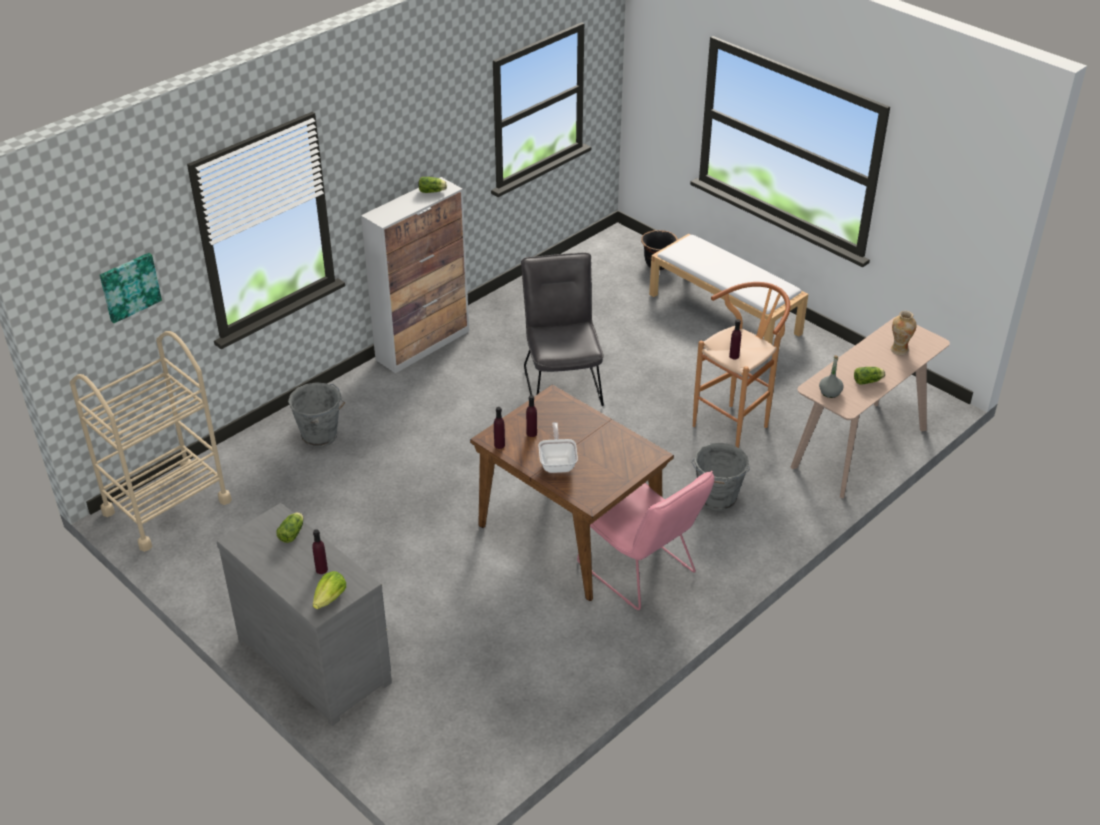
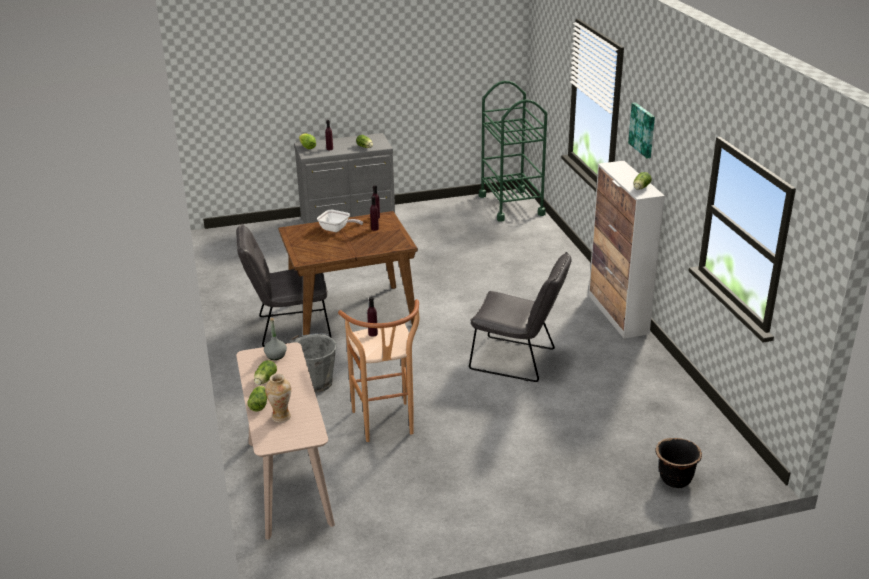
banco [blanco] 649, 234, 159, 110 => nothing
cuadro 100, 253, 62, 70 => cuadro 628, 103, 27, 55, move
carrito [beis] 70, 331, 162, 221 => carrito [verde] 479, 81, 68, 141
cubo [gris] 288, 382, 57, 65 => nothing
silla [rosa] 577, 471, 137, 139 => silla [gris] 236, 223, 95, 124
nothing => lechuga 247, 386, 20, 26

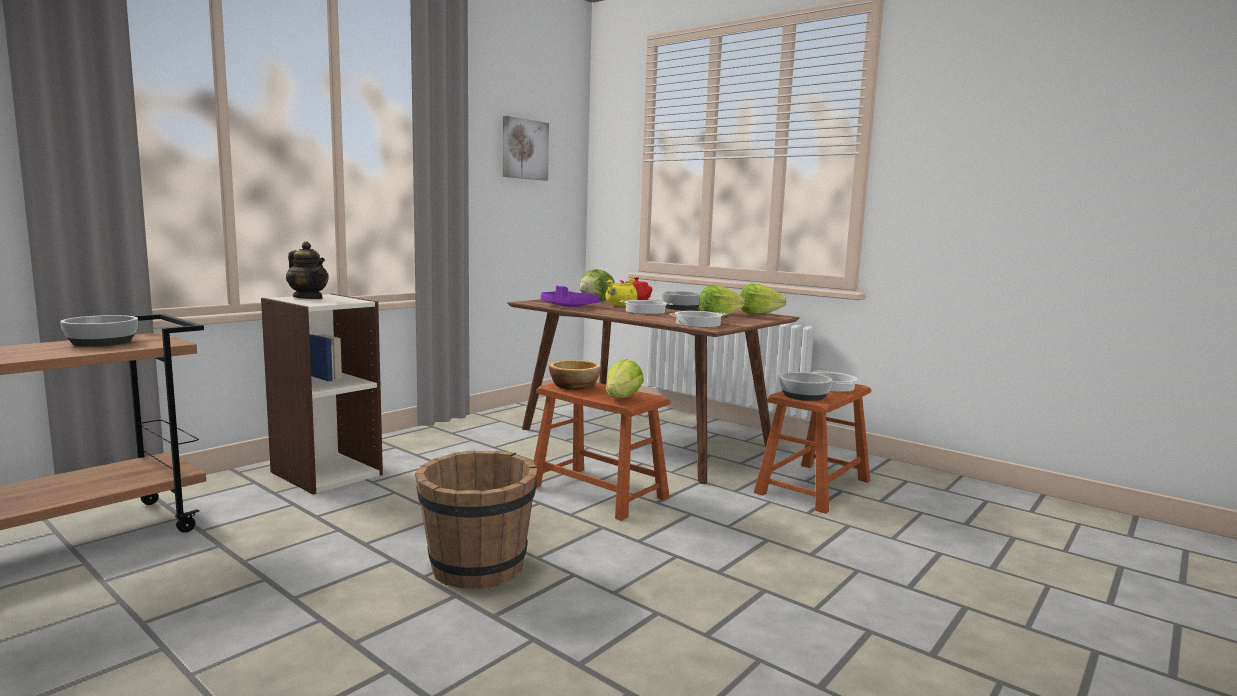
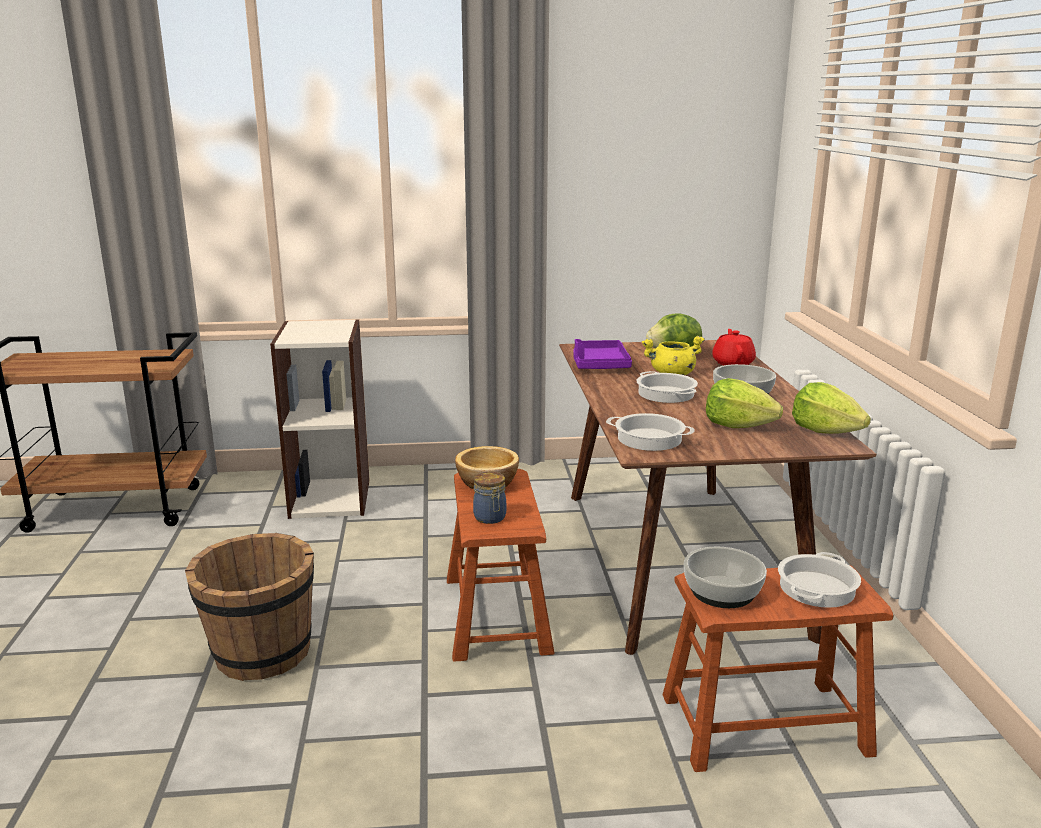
cuadro 503, 116, 46, 65 => nothing
tetera 286, 241, 43, 58 => nothing
cuenco 60, 315, 78, 32 => nothing
lechuga 606, 359, 38, 39 => tarro 473, 472, 33, 52

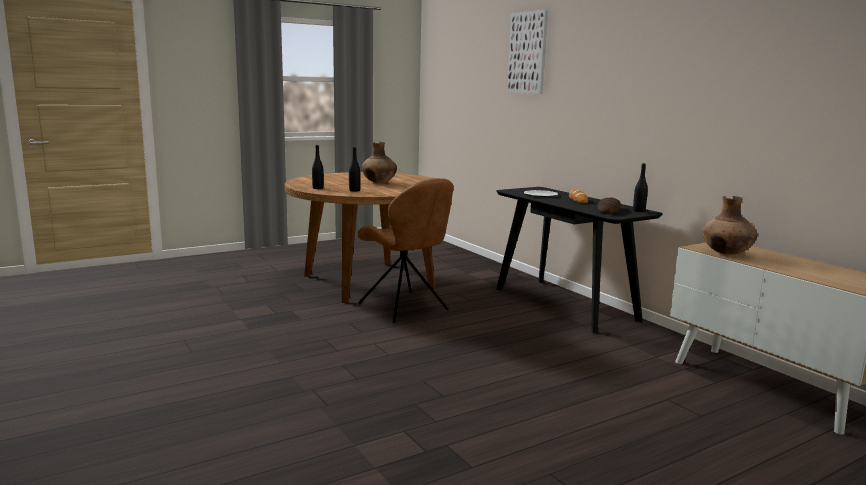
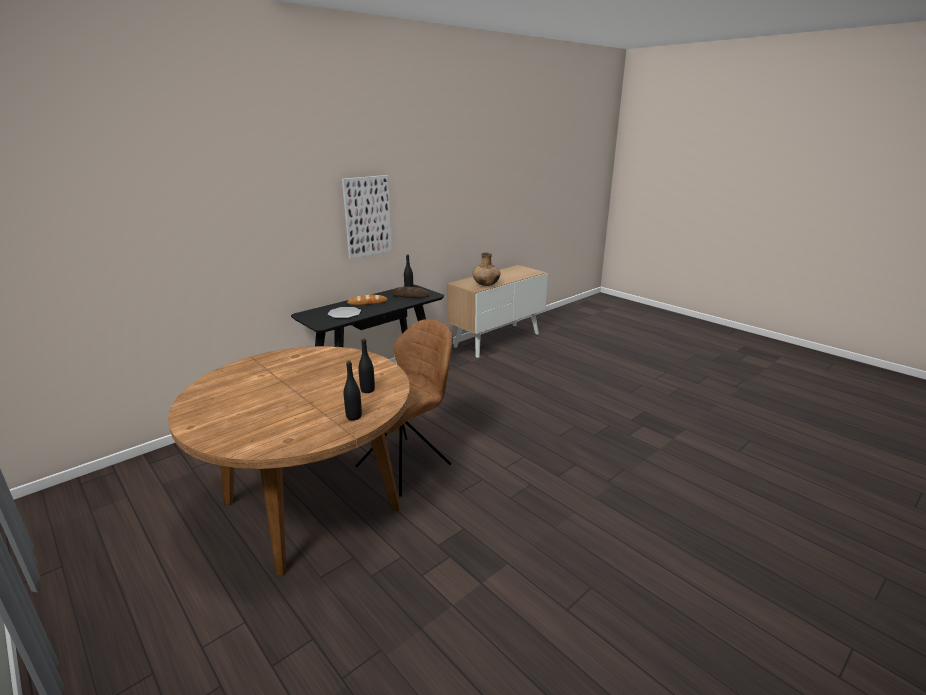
cuadro 507, 10, 41, 84 => cuadro 342, 175, 50, 84, move
florero [marrón] 362, 142, 35, 41 => nothing

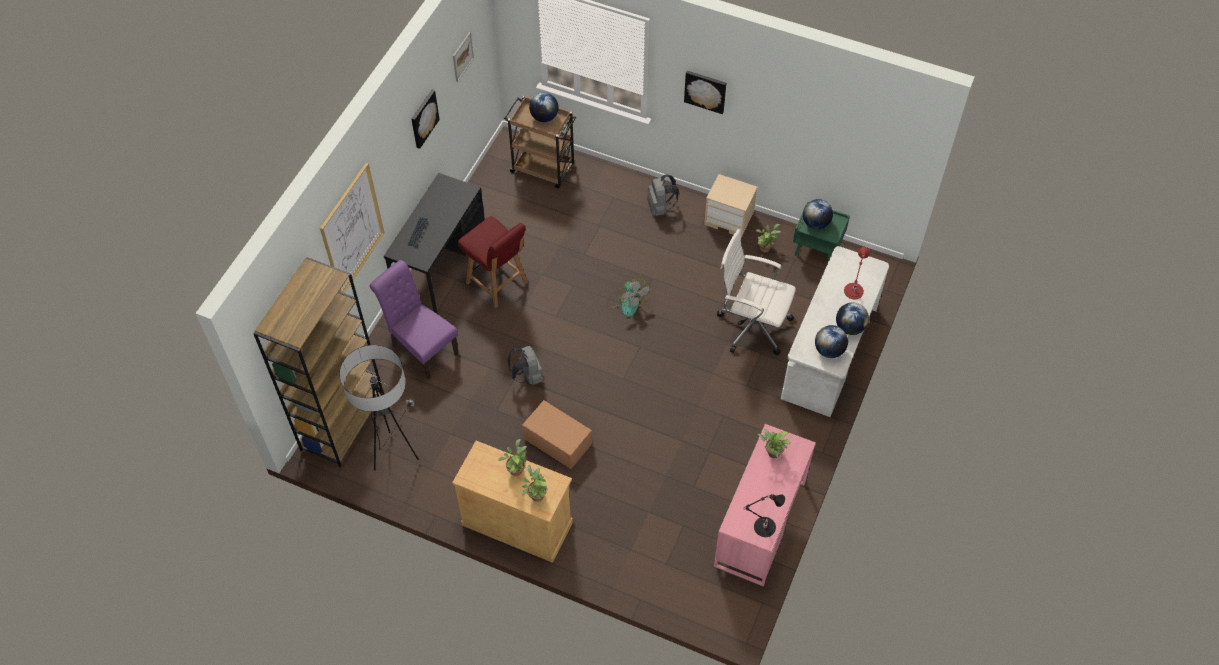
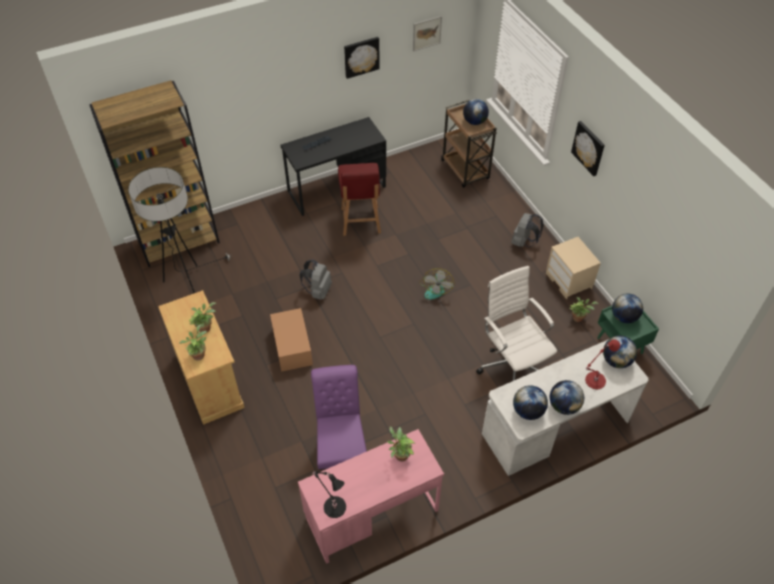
cuadro 320, 163, 64, 130 => nothing
silla [morado] 370, 260, 89, 120 => silla [morado] 311, 365, 56, 106, move
nothing => globo terráqueo 603, 336, 34, 32

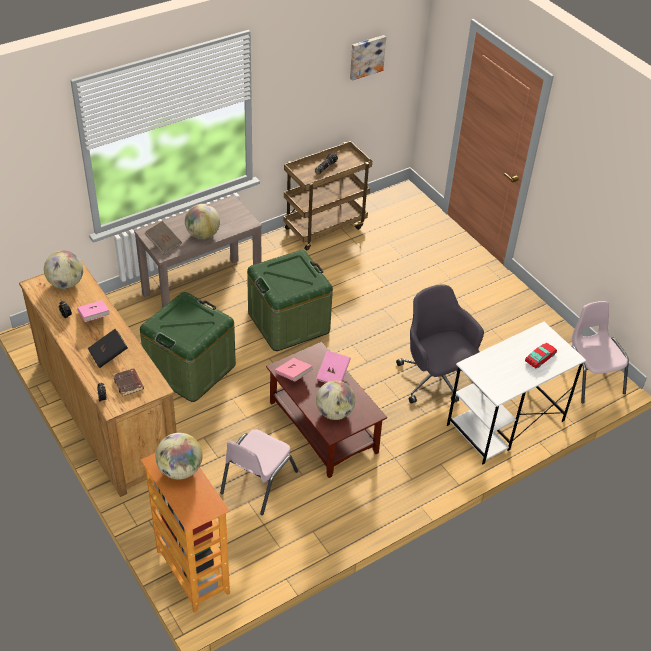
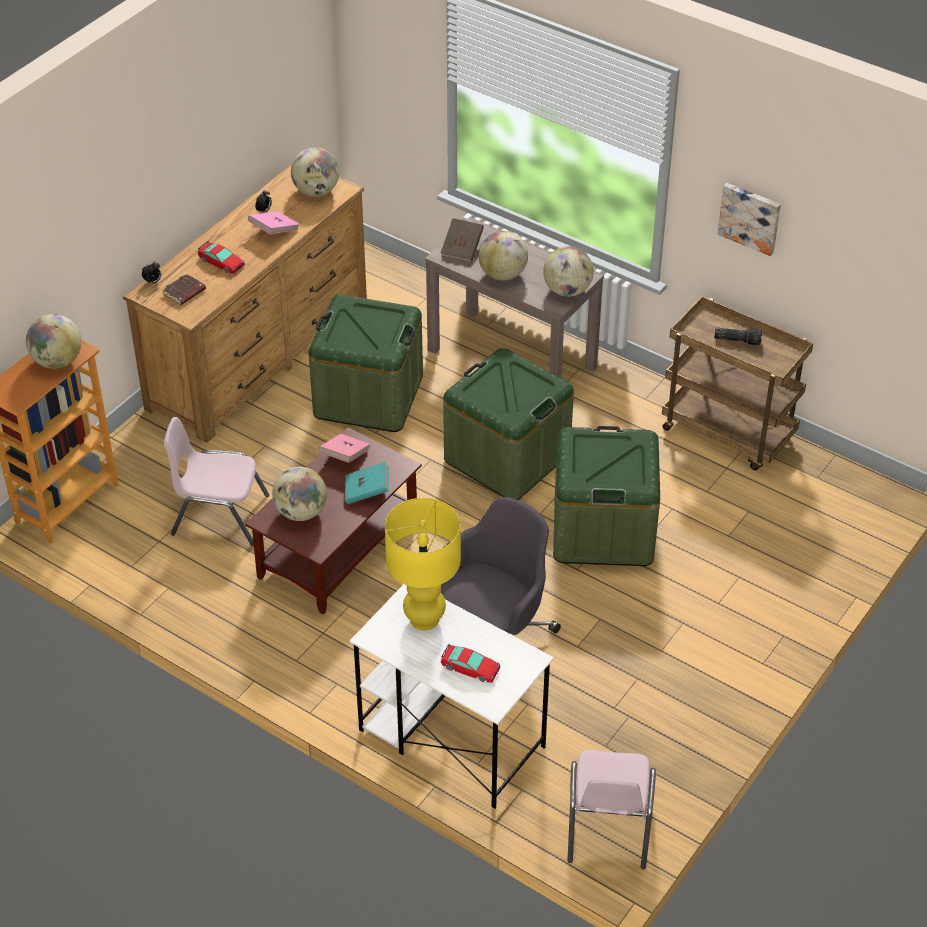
cuadro 350, 35, 36, 46 => cuadro 717, 183, 64, 73, move
silla [rosa] 572, 301, 57, 102 => silla [rosa] 567, 750, 89, 119, 135 degrees clockwise
libro [negro] 88, 329, 40, 39 => coche de juguete 198, 241, 47, 33
libro [rosa] 316, 350, 35, 33 => libro [turquesa] 345, 462, 44, 42
nothing => globo terráqueo 543, 246, 51, 51
nothing => caja de almacenaje [verde] 553, 426, 107, 140
nothing => lámpara de mesa [amarillo] 385, 498, 76, 133

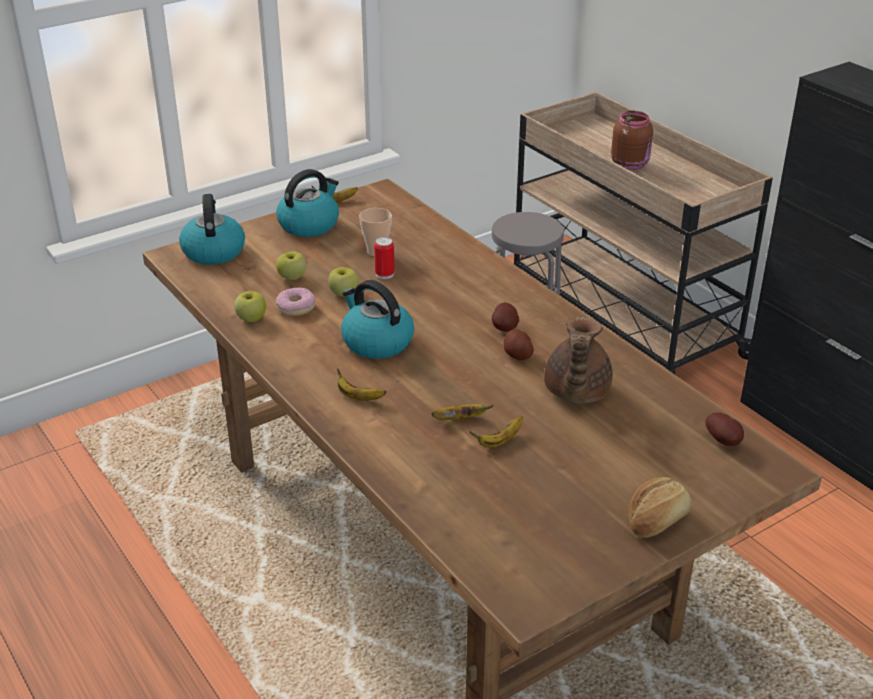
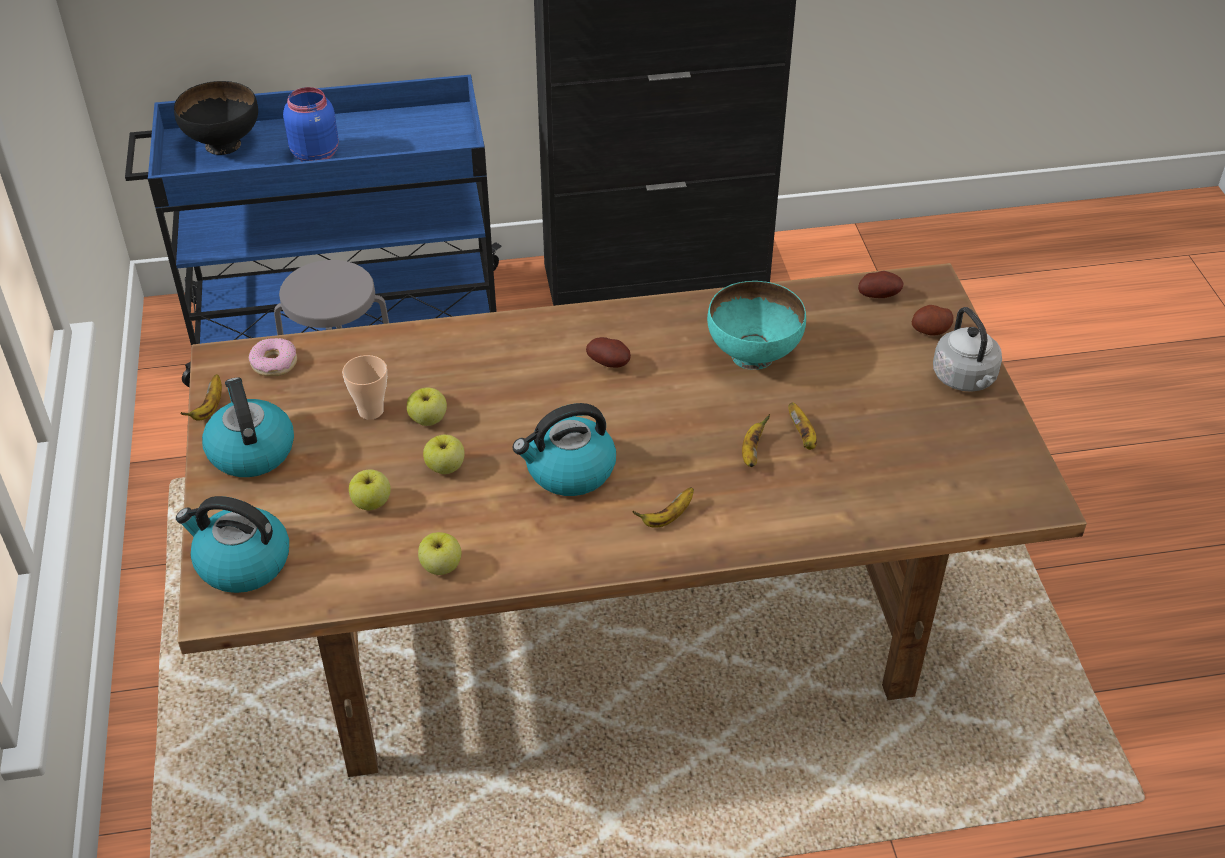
carrito [beis] 514, 92, 259, 283 => carrito [azul] 125, 75, 376, 312
tarro [marrón] 611, 111, 42, 59 => tarro [azul] 283, 87, 56, 74
lata 374, 237, 21, 42 => manzana 407, 387, 40, 39
rosquilla 276, 287, 40, 29 => rosquilla 249, 338, 48, 39, move
tetera [marrón] 544, 317, 69, 86 => cuenco [turquesa] 707, 281, 99, 89
patata 504, 330, 30, 30 => patata 912, 305, 42, 30, move
pan 628, 477, 64, 61 => hervidor [gris] 933, 307, 69, 85
nothing => cuenco [negro] 174, 81, 84, 74

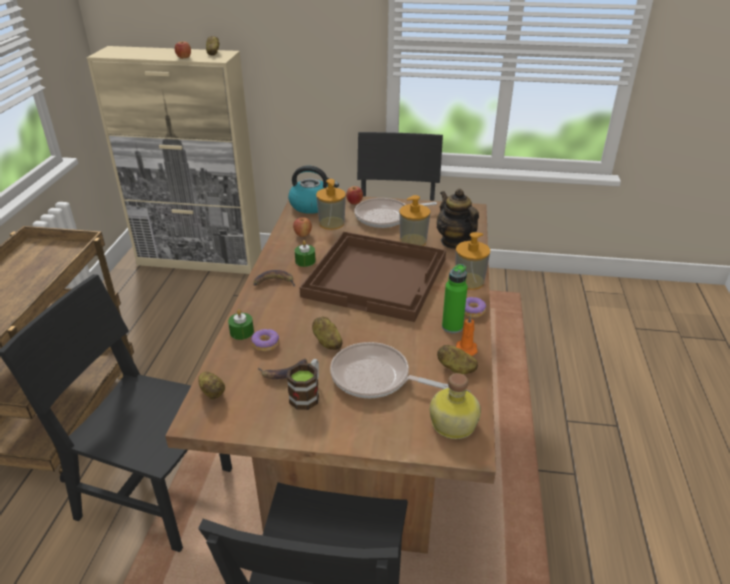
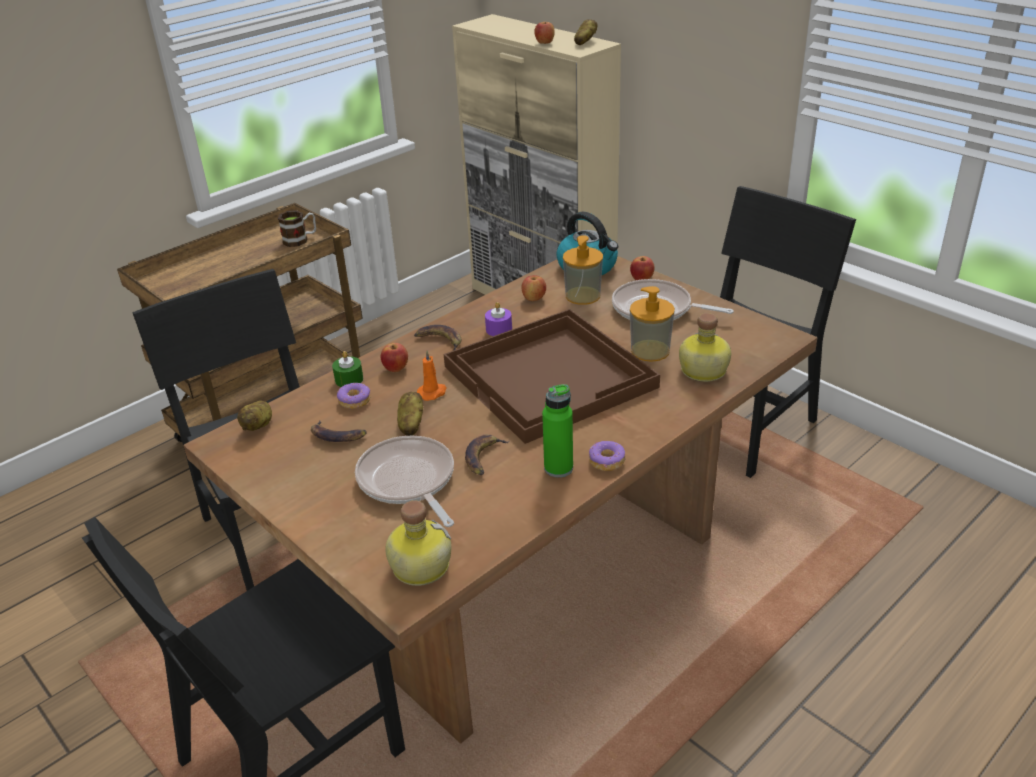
tetera 437, 188, 42, 61 => botella 679, 313, 52, 69
dispensador de jabón 455, 232, 35, 58 => nothing
vela [verde] 295, 240, 21, 27 => vela [morado] 485, 302, 27, 34
vela [naranja] 456, 314, 22, 42 => vela [naranja] 417, 350, 30, 51, move
patata 437, 345, 41, 29 => nothing
taza grande 287, 359, 32, 51 => taza grande 278, 210, 38, 37, move
nothing => manzana 381, 343, 27, 29
nothing => plátano 465, 434, 45, 41

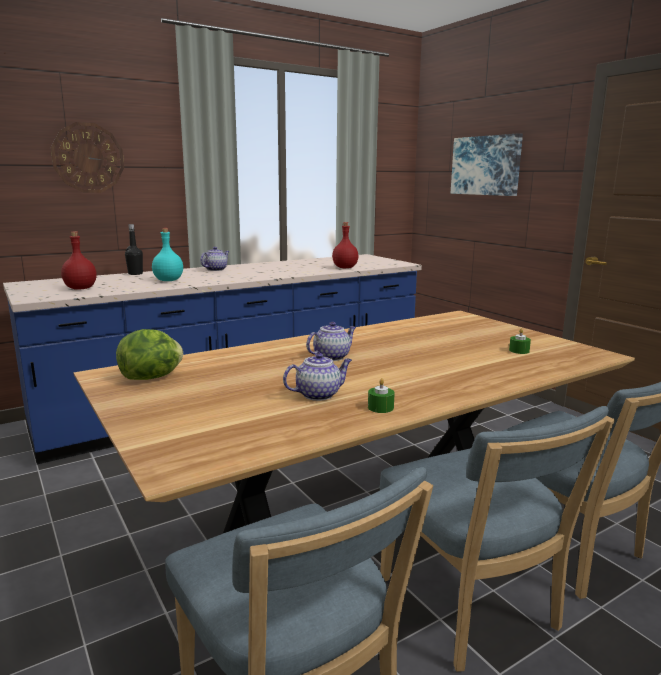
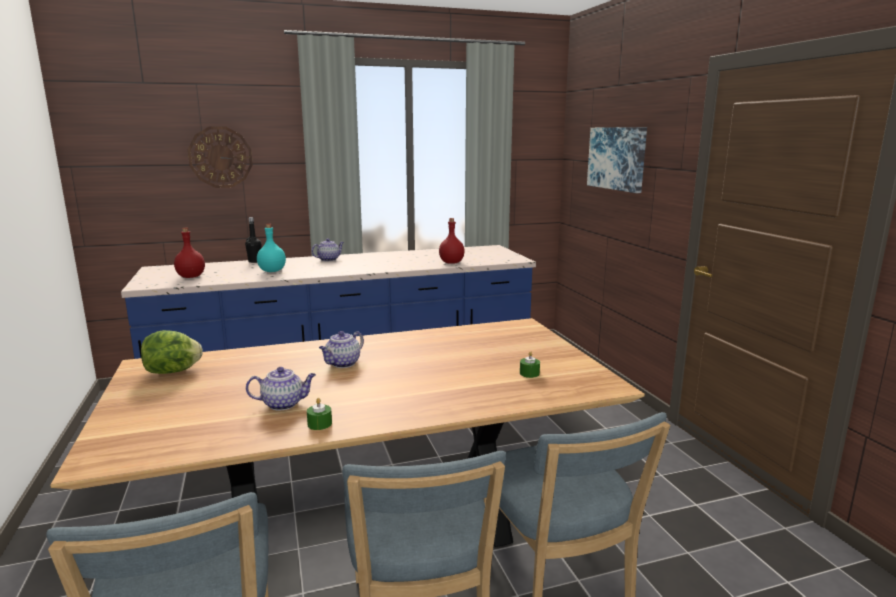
tetera 306, 322, 50, 39 => tetera 319, 331, 45, 37, 150 degrees clockwise

